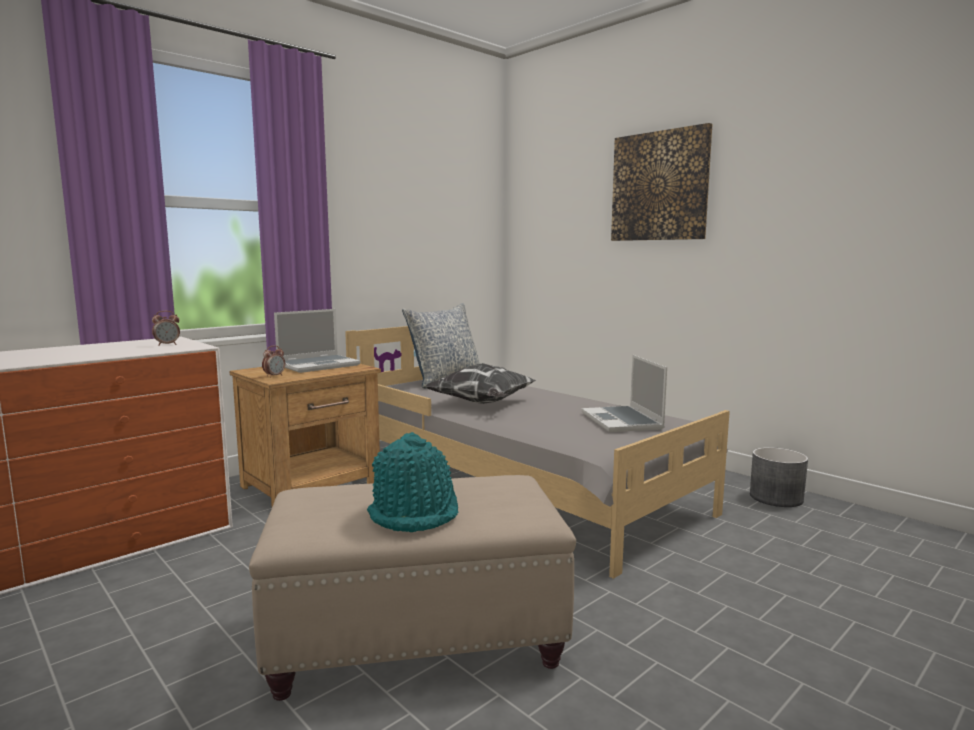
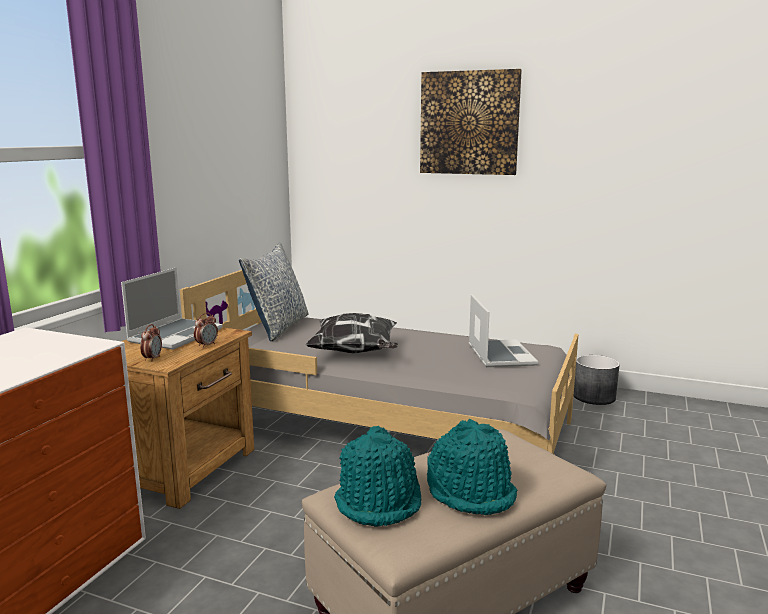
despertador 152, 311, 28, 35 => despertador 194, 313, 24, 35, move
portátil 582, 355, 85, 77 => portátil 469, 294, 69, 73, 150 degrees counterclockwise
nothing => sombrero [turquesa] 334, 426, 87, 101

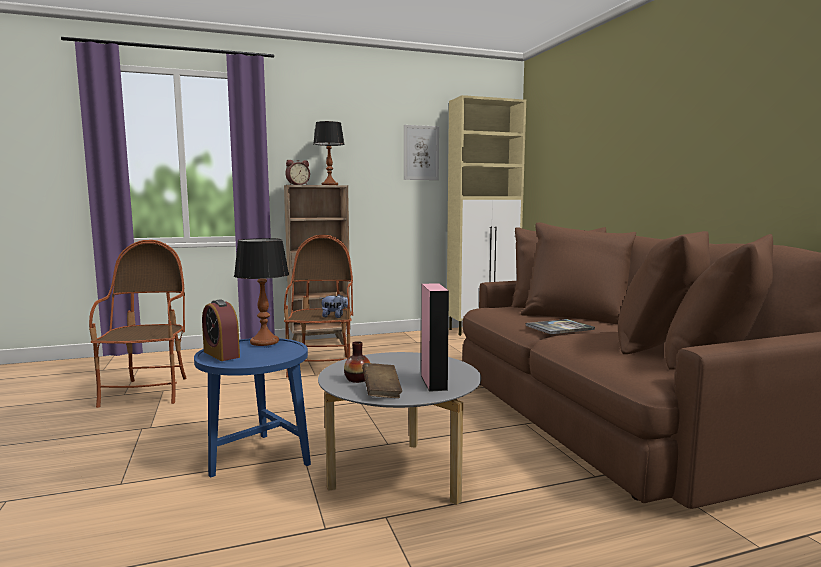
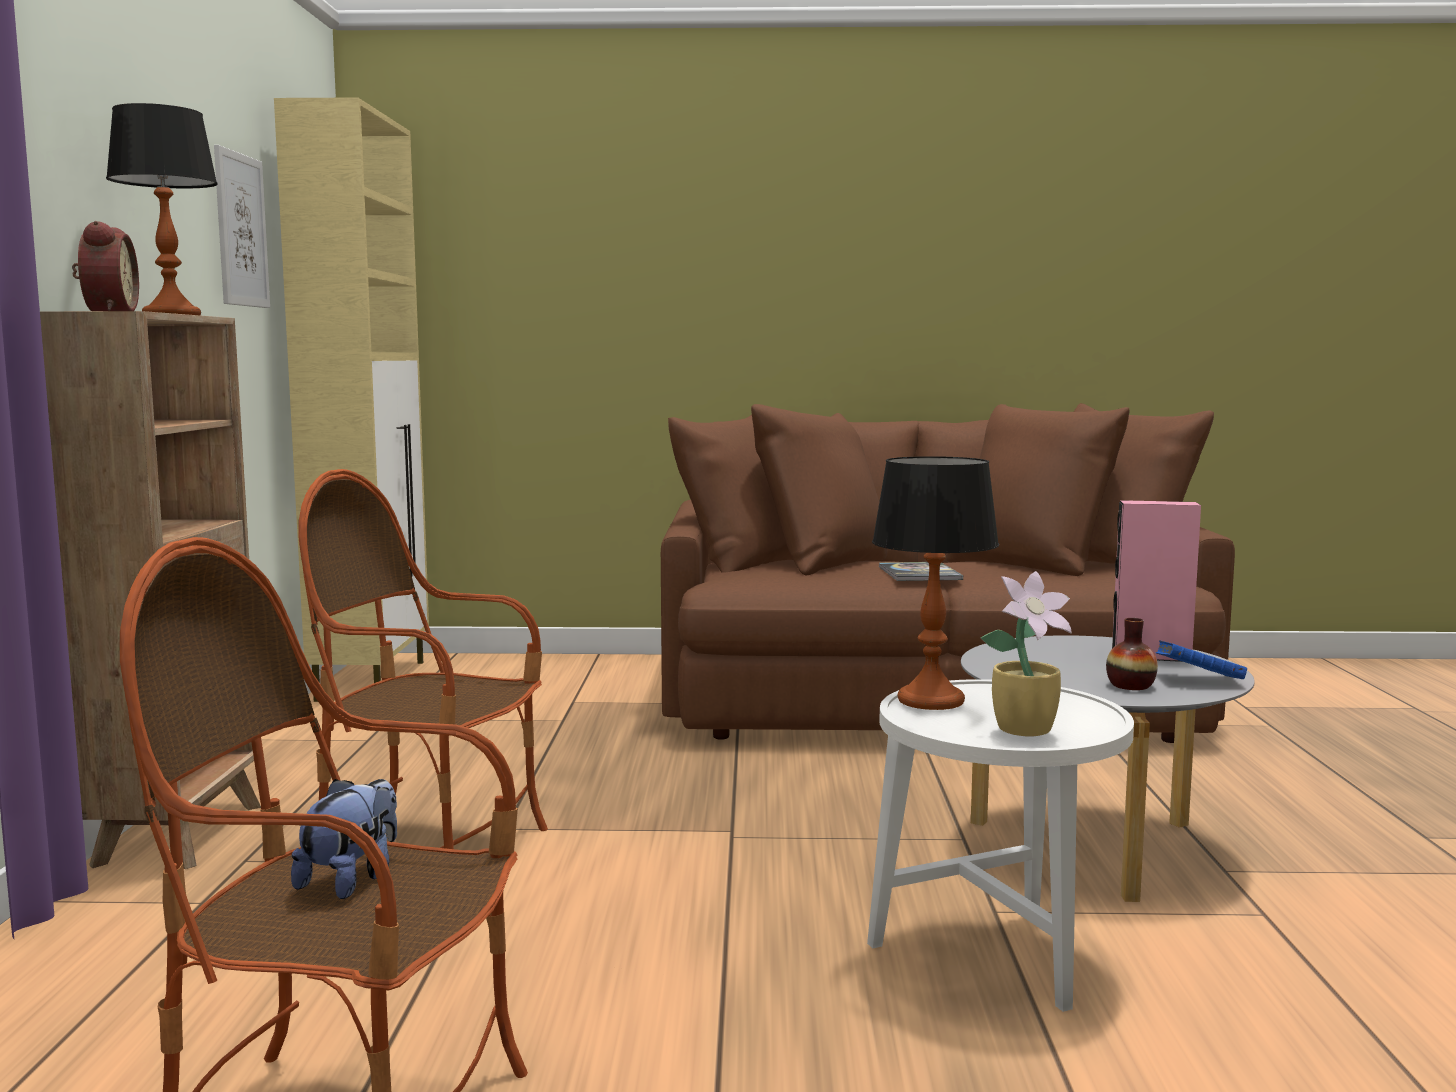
peluche 320, 294, 31, 24 => peluche 291, 779, 106, 120, move
despertador 202, 299, 38, 62 => planta en maceta 981, 571, 91, 165
mesa auxiliar [azul] 194, 338, 117, 140 => mesa auxiliar [blanco] 867, 679, 267, 333
libro [marrón] 362, 363, 40, 35 => libro [azul] 1156, 640, 91, 39

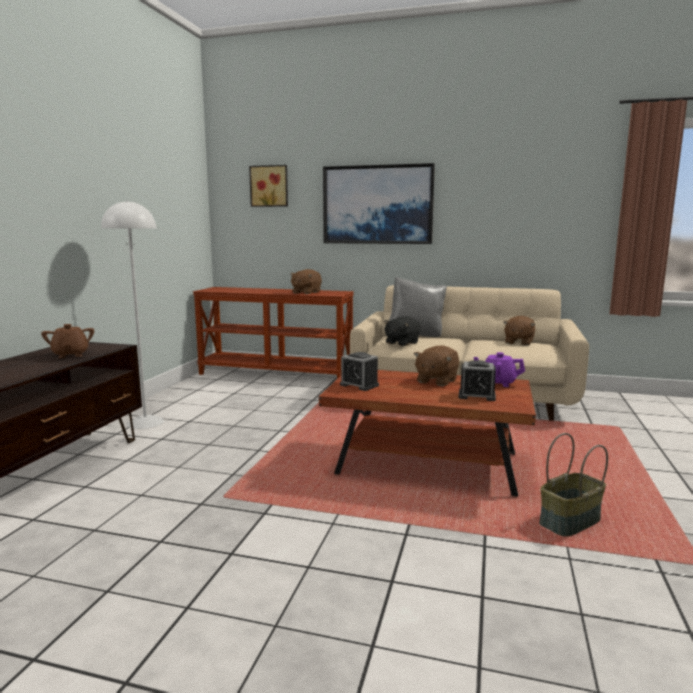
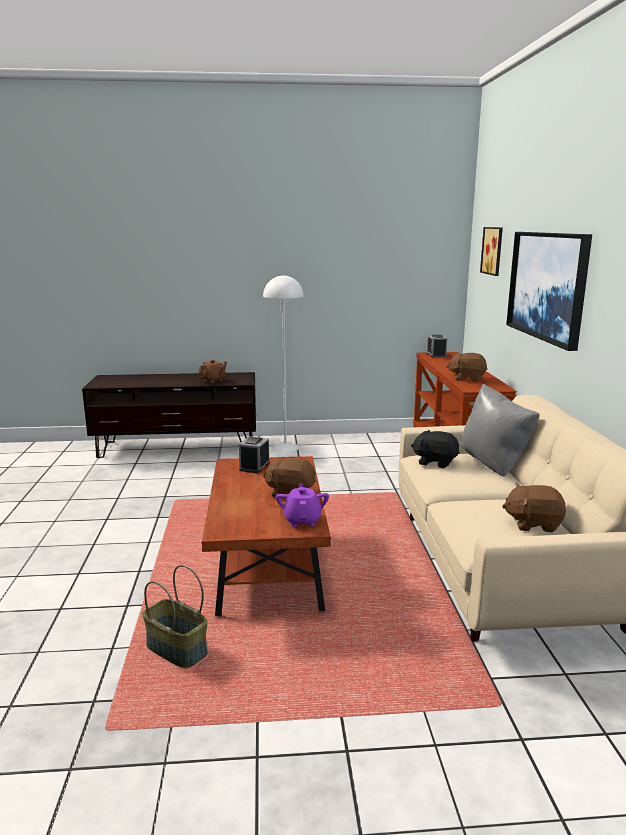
despertador 459, 360, 37, 41 => despertador 426, 334, 22, 24, move

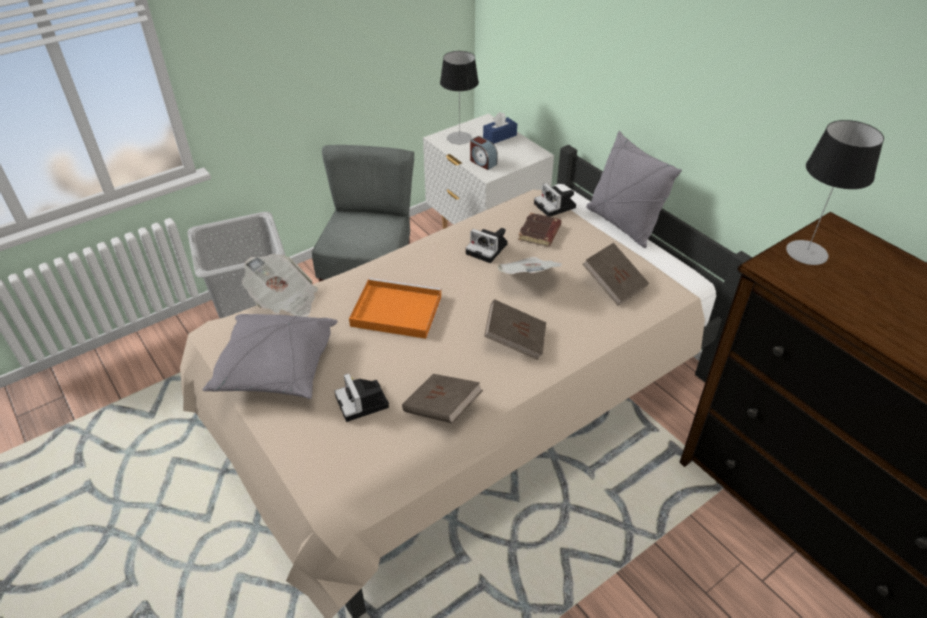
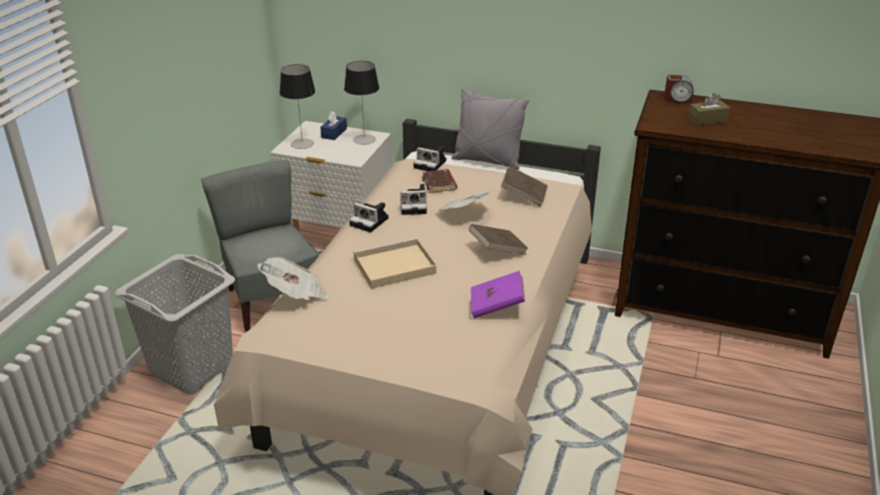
lámpara de mesa 786, 120, 98, 145 => lámpara de mesa 344, 61, 35, 84, move
despertador 470, 136, 28, 34 => despertador 664, 75, 30, 28, move
bandeja [naranja] 349, 278, 93, 61 => bandeja [beis] 353, 238, 83, 51
cojín [gris] 203, 314, 135, 85 => nothing
cámara 335, 373, 54, 49 => cámara 349, 202, 40, 31, move
libro [marrón] 402, 374, 81, 50 => libro [morado] 471, 271, 54, 47
nothing => caja de pañuelos [marrón] 688, 93, 42, 32

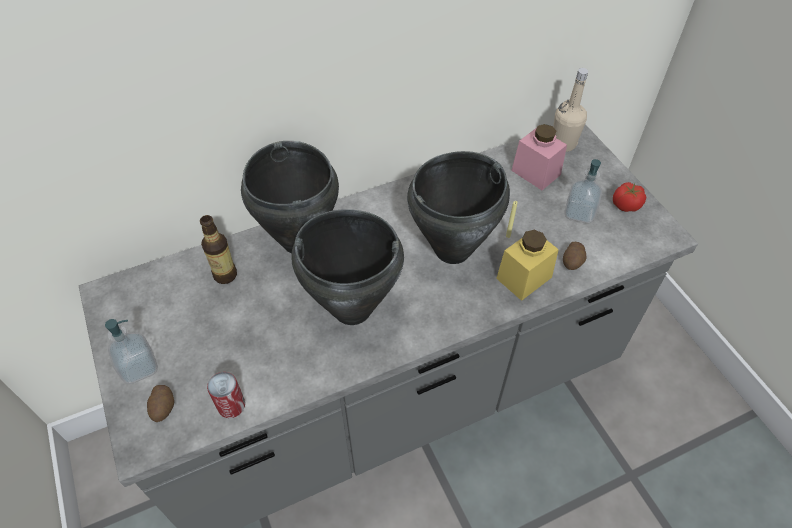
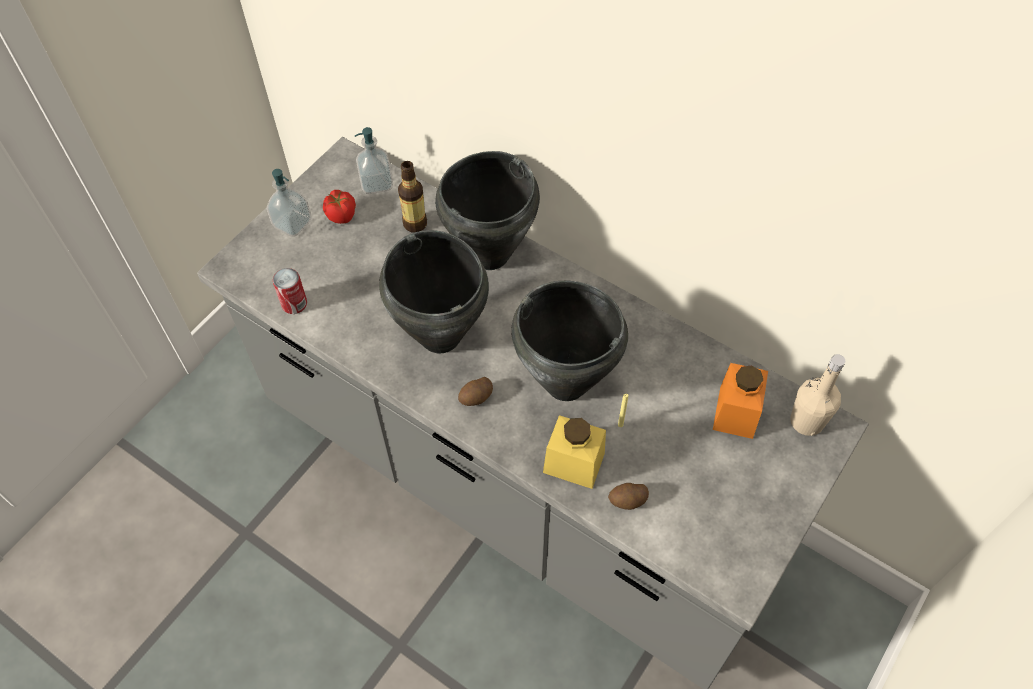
tarro [rosa] 511, 124, 56, 66 => tarro [naranja] 713, 363, 55, 76
dispensador de jabón 564, 159, 38, 64 => dispensador de jabón 355, 127, 38, 67, move
tomate 613, 182, 34, 30 => tomate 323, 190, 33, 34, move
patata 147, 385, 27, 37 => patata 458, 377, 35, 29, move

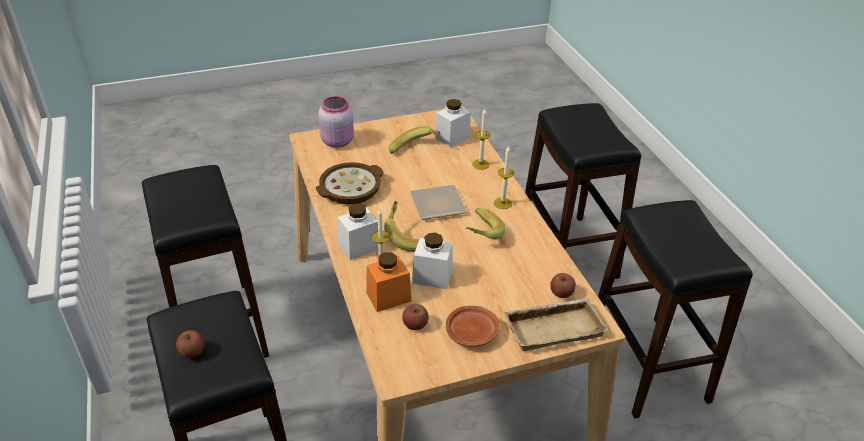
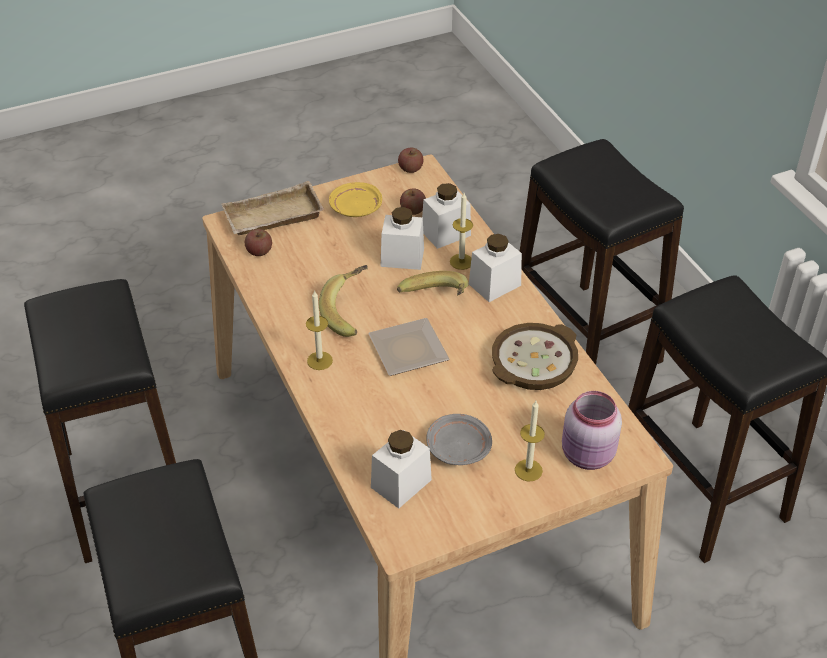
vela 472, 109, 18, 61 => vela 515, 401, 30, 80, move
plátano 389, 126, 52, 28 => plato [gris] 426, 414, 66, 51
tarro [naranja] 366, 252, 45, 60 => tarro [blanco] 422, 183, 49, 66
plato [marrón] 446, 306, 54, 41 => plato [amarillo] 329, 182, 53, 35
manzana 176, 330, 29, 28 => manzana 398, 148, 25, 25, move

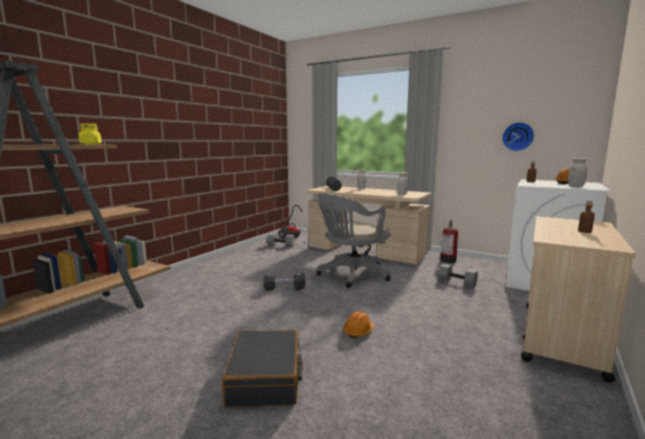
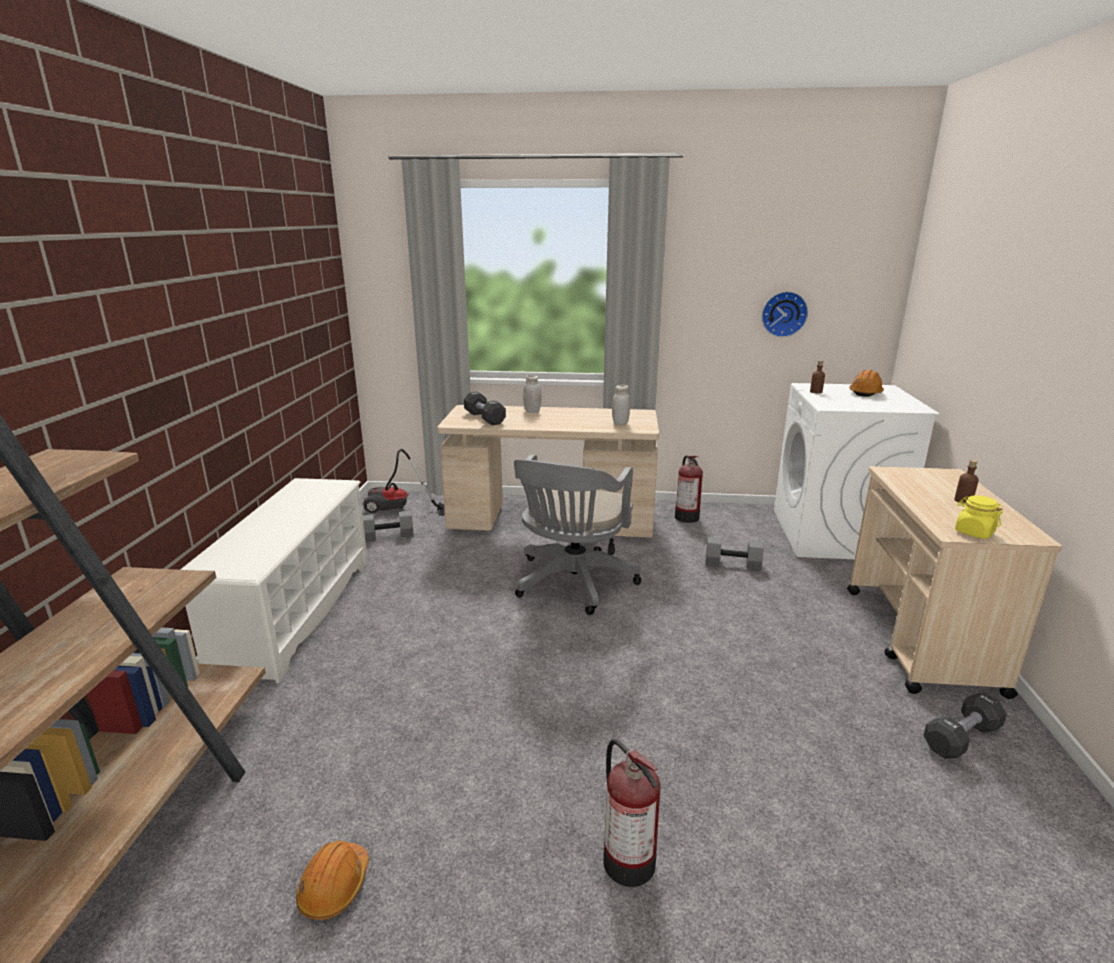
tarro [amarillo] 79, 123, 23, 21 => tarro [amarillo] 955, 495, 48, 44, move
tarro [blanco] 568, 158, 19, 29 => nothing
mancuerna [negro] 264, 273, 41, 18 => mancuerna [negro] 923, 693, 84, 66, move
casco [naranja] 343, 311, 31, 27 => casco [naranja] 296, 841, 73, 79, move
maleta [negro] 222, 329, 81, 78 => extintor 603, 739, 57, 148
nothing => zapatero [blanco] 180, 478, 188, 205

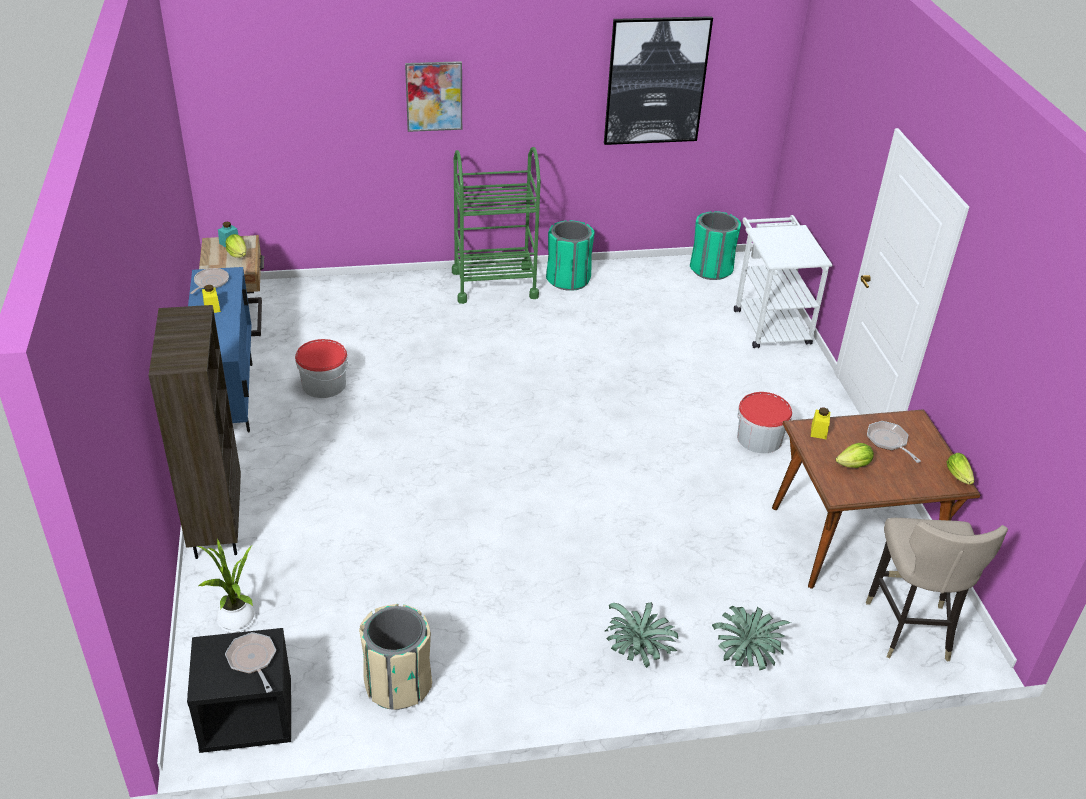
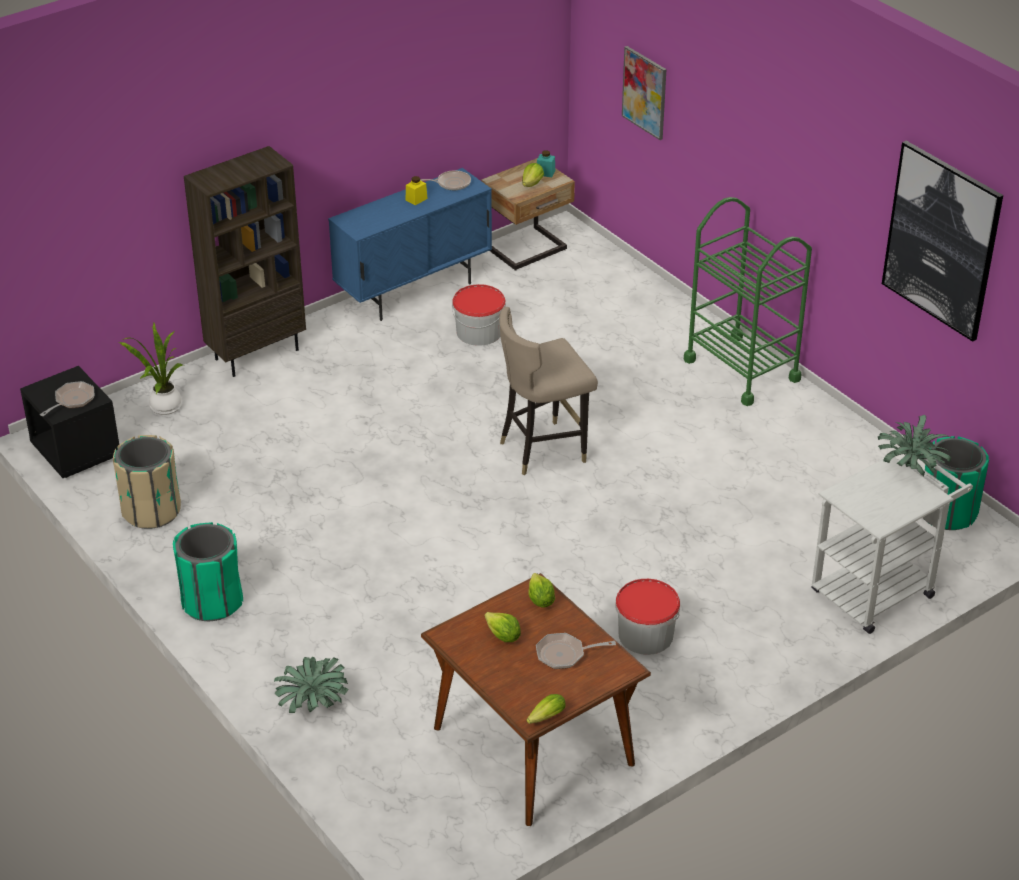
cuadro 405, 61, 57, 71 => cuadro 622, 46, 45, 94, move
papelera [verde] 546, 220, 49, 71 => papelera [verde] 173, 522, 70, 99, move
tarro [amarillo] 811, 407, 19, 32 => lechuga 528, 573, 27, 35
sartén 867, 421, 54, 42 => sartén 536, 633, 80, 36, 135 degrees counterclockwise
taburete [beis] 866, 518, 142, 144 => taburete [beis] 499, 307, 99, 168, move
planta en maceta 605, 602, 73, 66 => planta en maceta 878, 415, 74, 61, move

